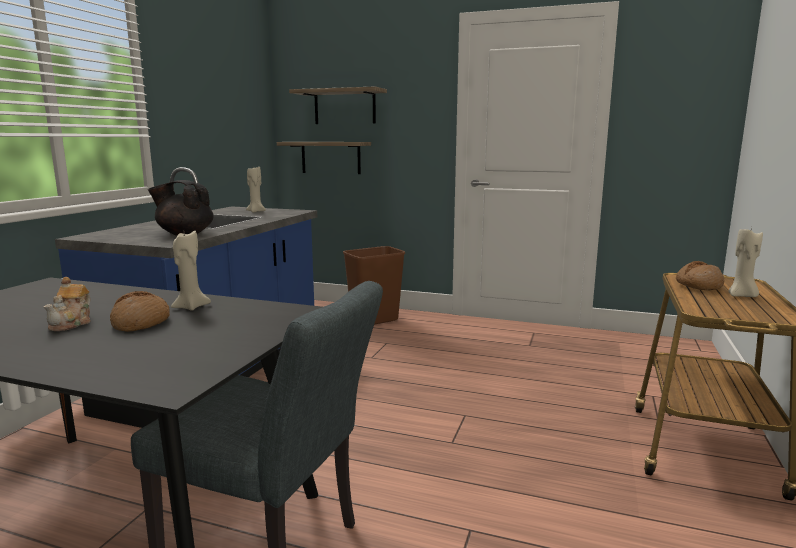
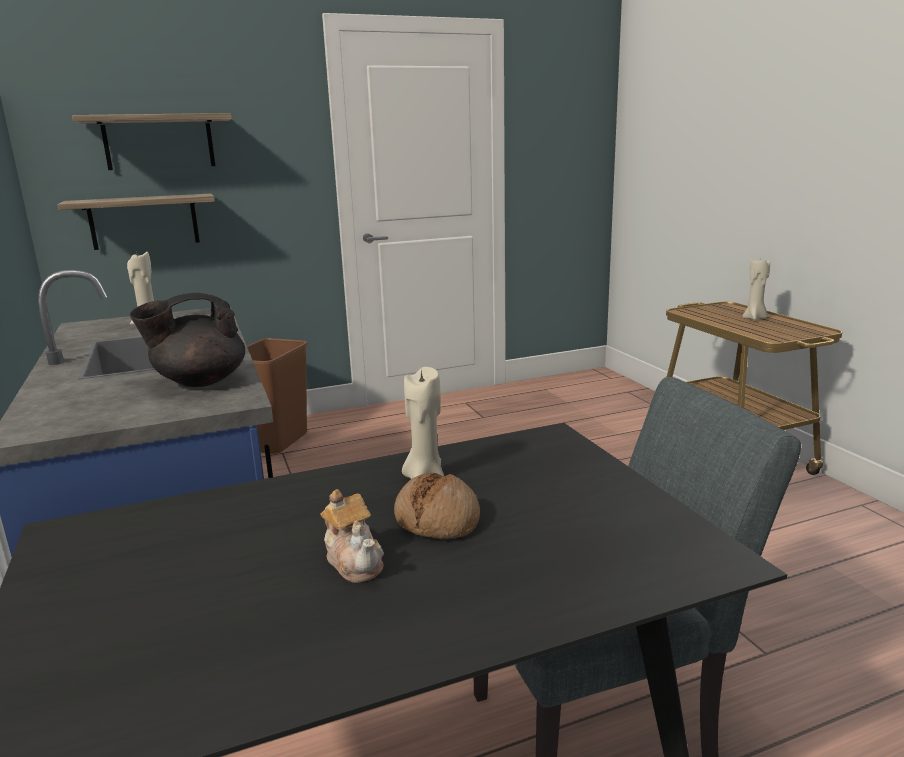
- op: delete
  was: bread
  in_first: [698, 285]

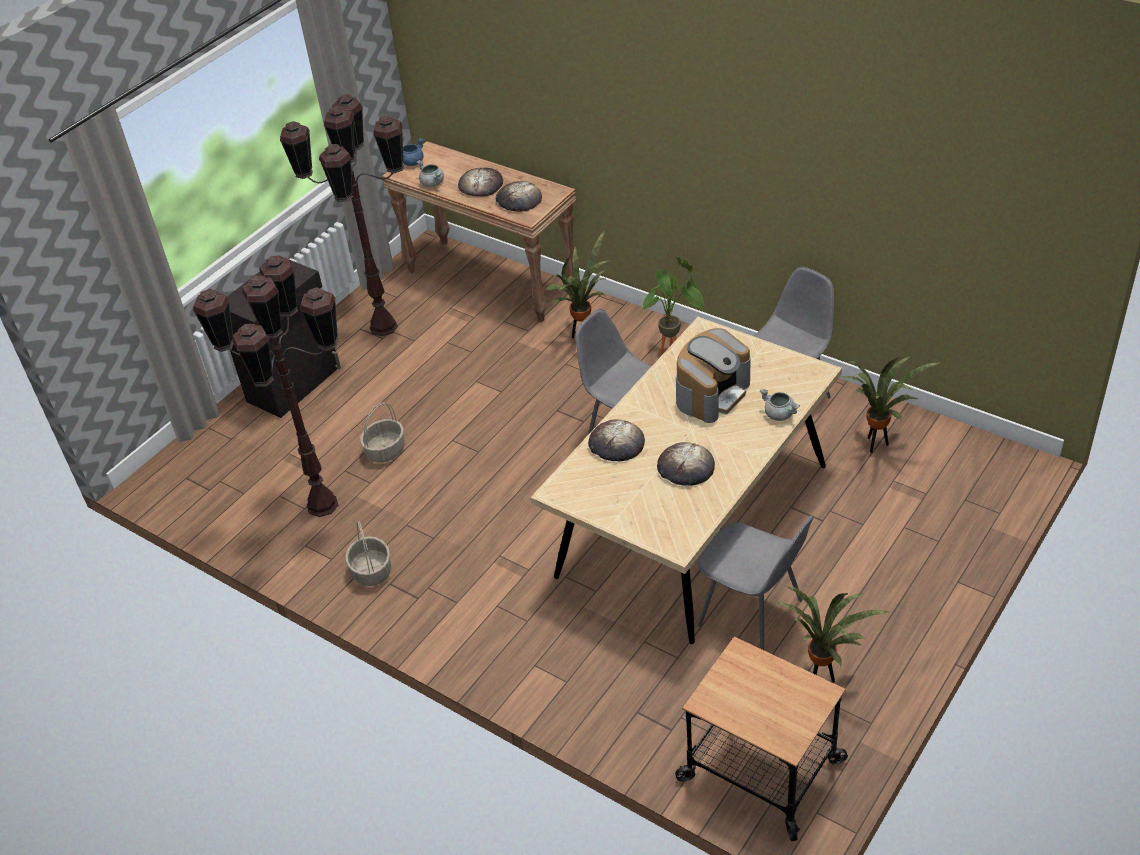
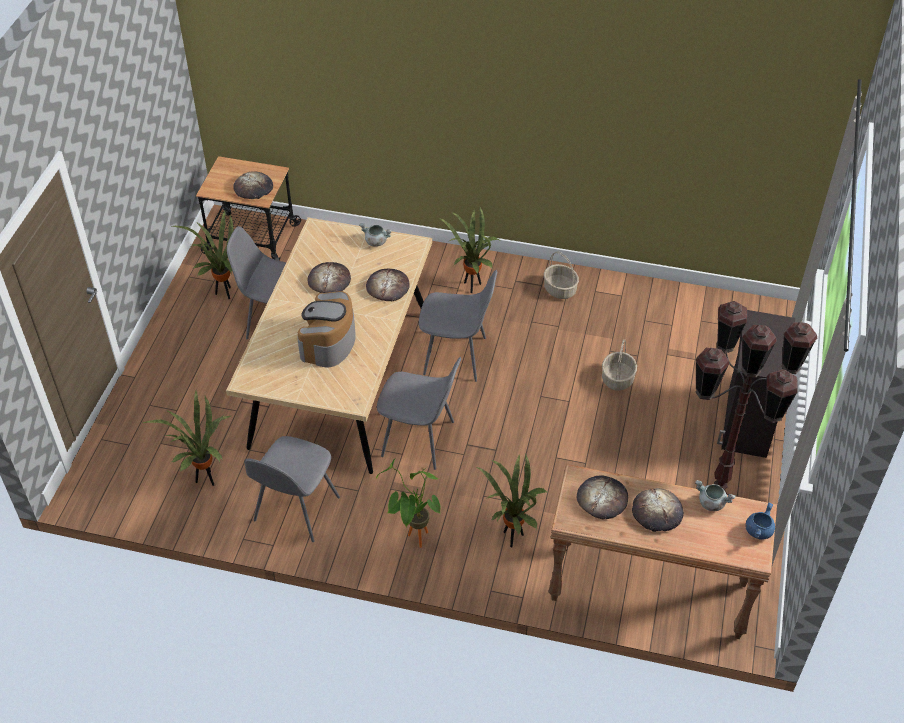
- op: delete
  was: brown-coloured floor lamp
  in_first: [322, 504]
- op: move
  was: gray stockpot
  in_first: [779, 414]
  in_second: [376, 242]
- op: insert
  now: bread
  in_second: [253, 188]
- op: insert
  now: potted plant
  in_second: [471, 287]
- op: insert
  now: gray plain chair
  in_second: [457, 356]

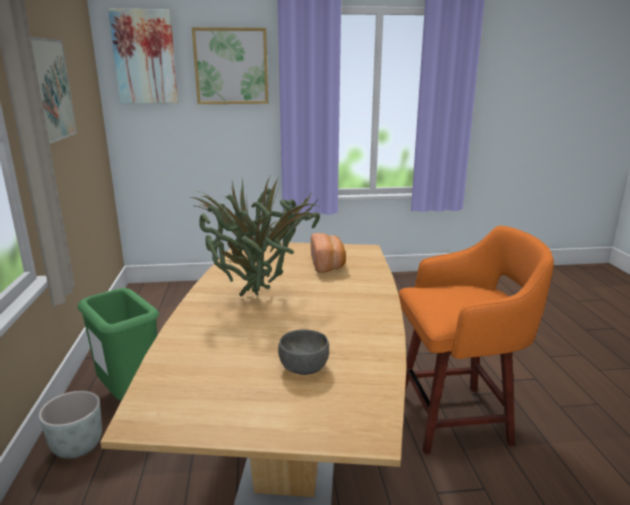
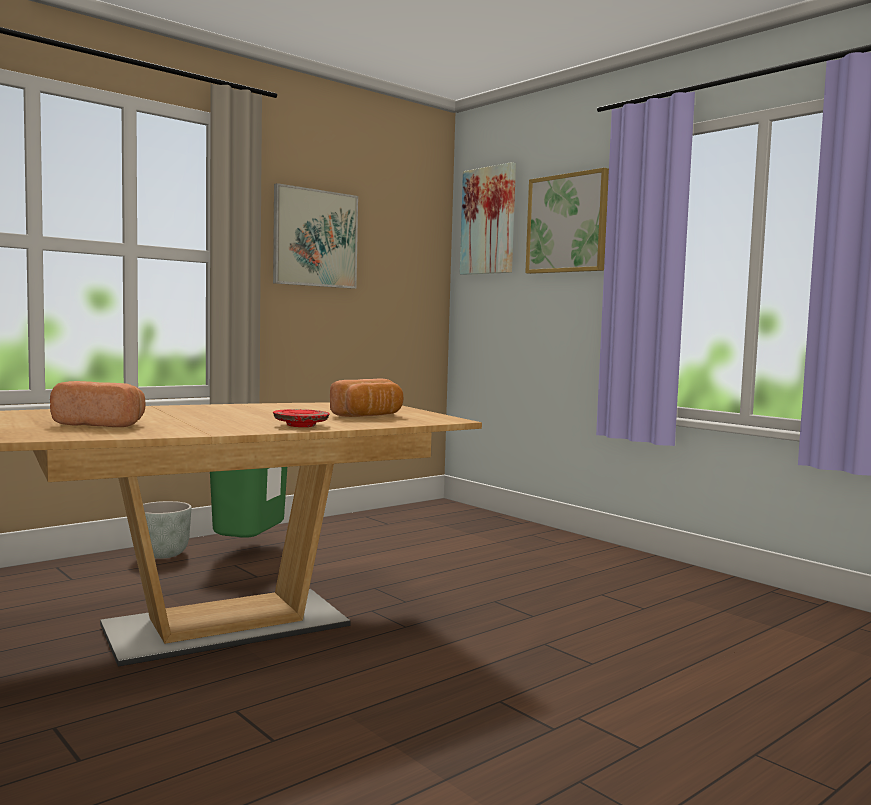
- op: delete
  was: potted plant
  in_first: [259, 298]
- op: delete
  was: orange-coloured stool seat
  in_first: [456, 418]
- op: replace
  was: gray deep dish
  now: bread
  in_first: [304, 367]
  in_second: [102, 424]
- op: insert
  now: red dinner plate
  in_second: [301, 425]

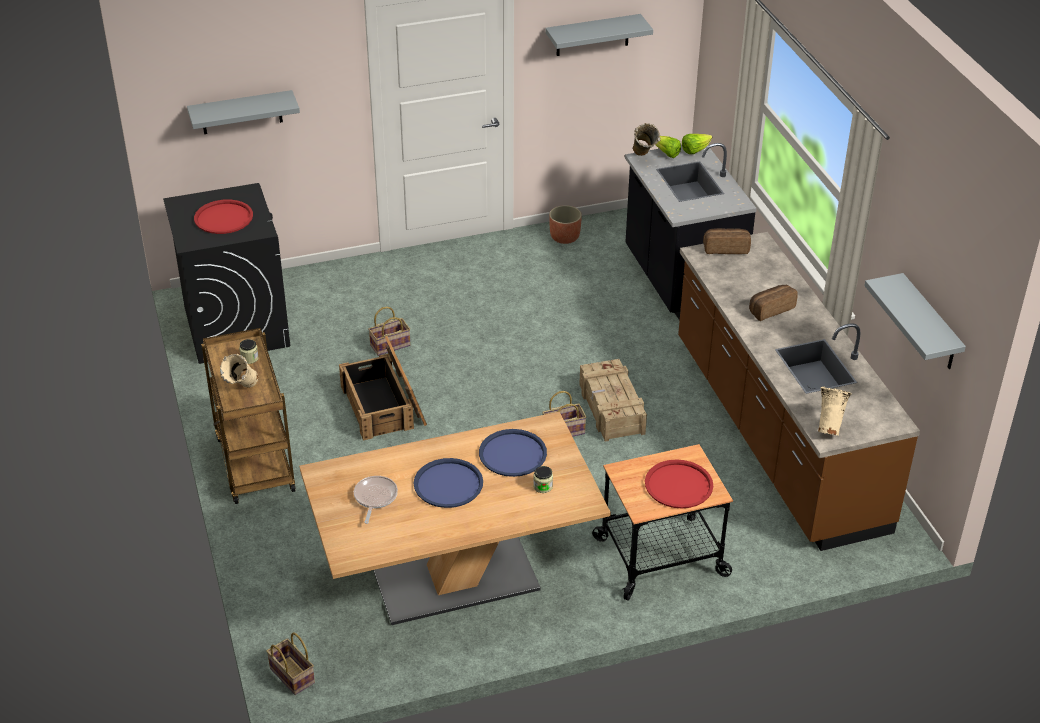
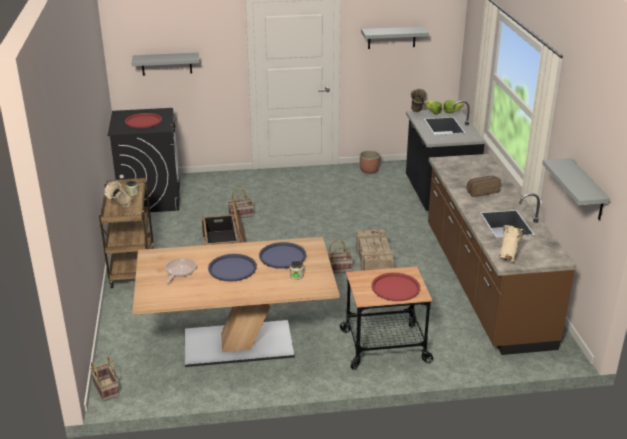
- op: delete
  was: bread
  in_first: [726, 248]

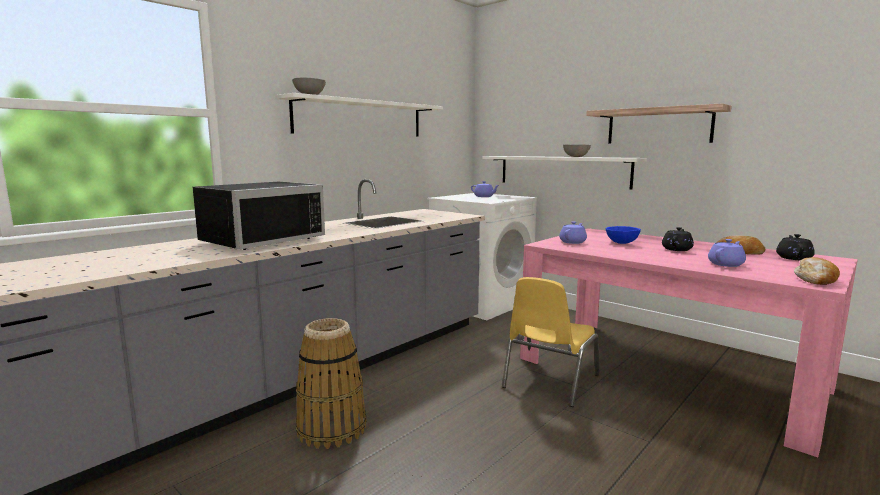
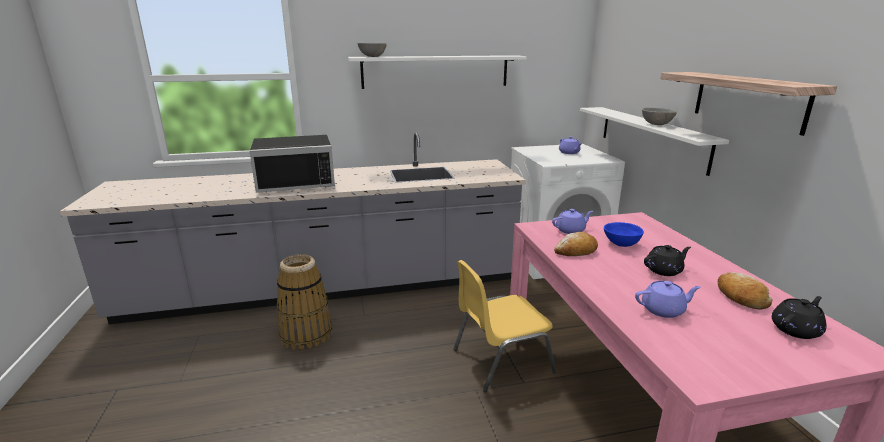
- op: move
  was: bread
  in_first: [815, 279]
  in_second: [576, 251]

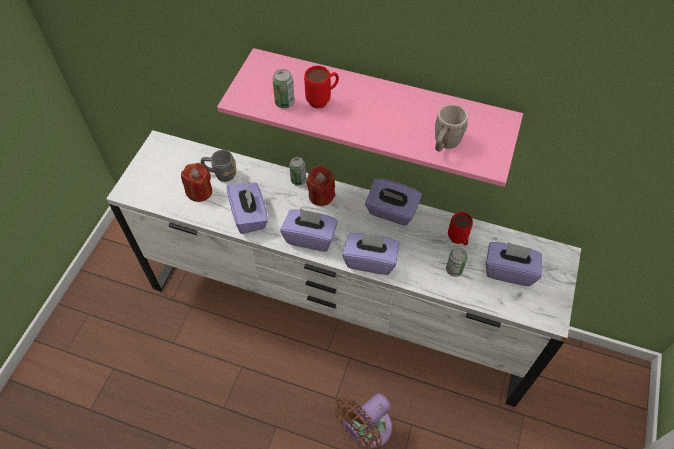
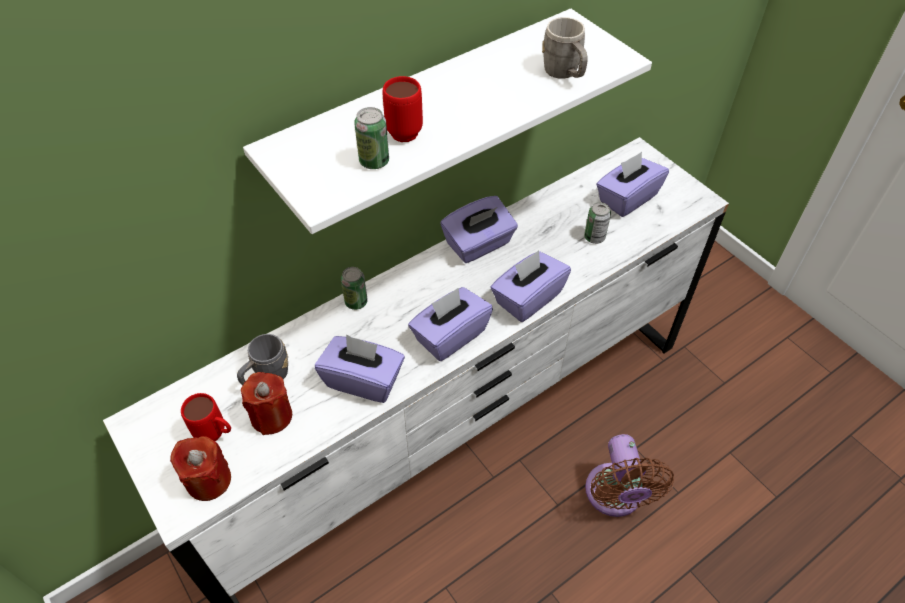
- op: recolor
  was: pink-coloured bracket shelf
  now: white bracket shelf
  in_first: [380, 105]
  in_second: [423, 112]
- op: move
  was: red wax light
  in_first: [321, 195]
  in_second: [208, 480]
- op: move
  was: red mug
  in_first: [458, 241]
  in_second: [216, 435]

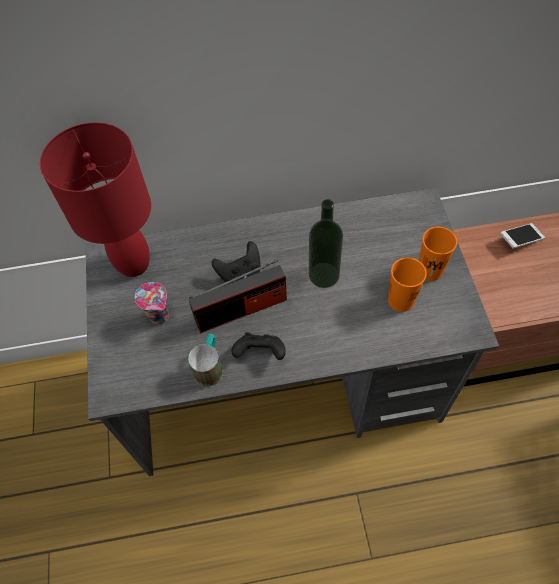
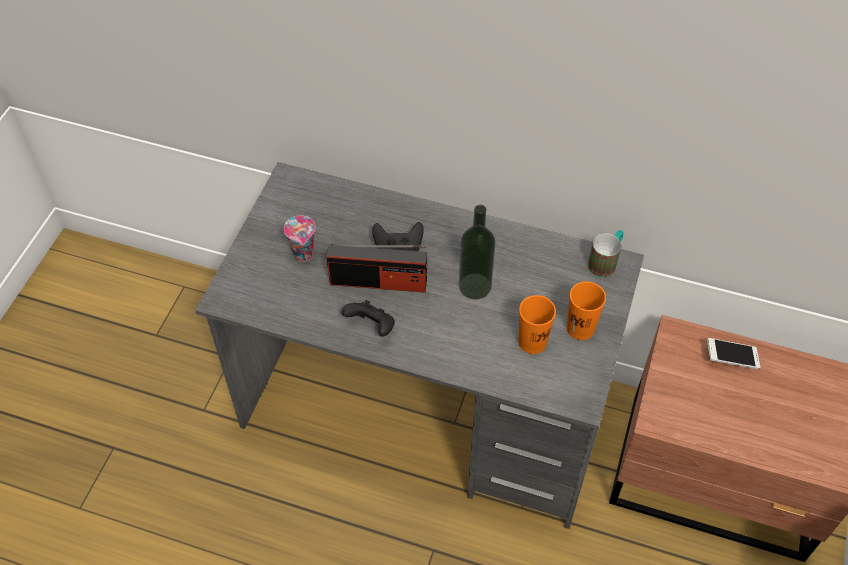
- op: delete
  was: red lamp for a table
  in_first: [132, 264]
- op: move
  was: mug
  in_first: [210, 366]
  in_second: [605, 262]

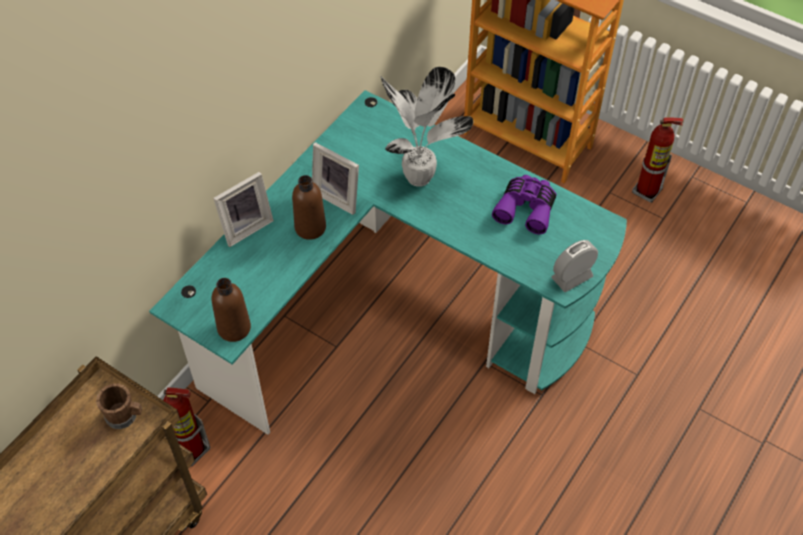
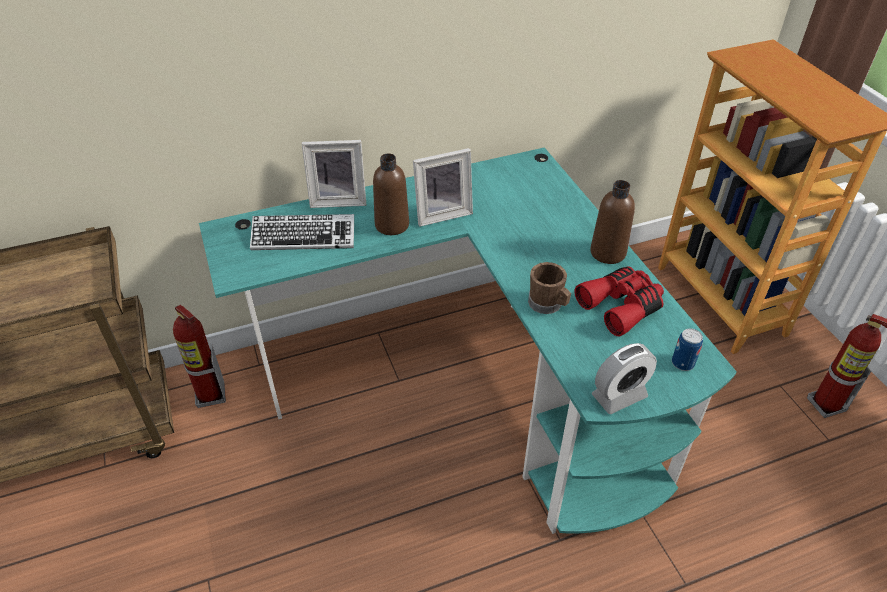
- op: delete
  was: potted plant
  in_first: [420, 180]
- op: rotate
  was: picture frame
  in_first: [339, 196]
  in_second: [442, 213]
  clockwise: -90
- op: recolor
  was: purplish binoculars
  now: red binoculars
  in_first: [526, 208]
  in_second: [621, 306]
- op: rotate
  was: alarm clock
  in_first: [572, 277]
  in_second: [619, 396]
  clockwise: 150
- op: move
  was: brown-coloured bottle
  in_first: [234, 328]
  in_second: [608, 253]
- op: move
  was: brown-coloured mug
  in_first: [125, 416]
  in_second: [548, 305]
- op: insert
  now: PC keyboard
  in_second: [303, 237]
- op: insert
  now: can
  in_second: [682, 363]

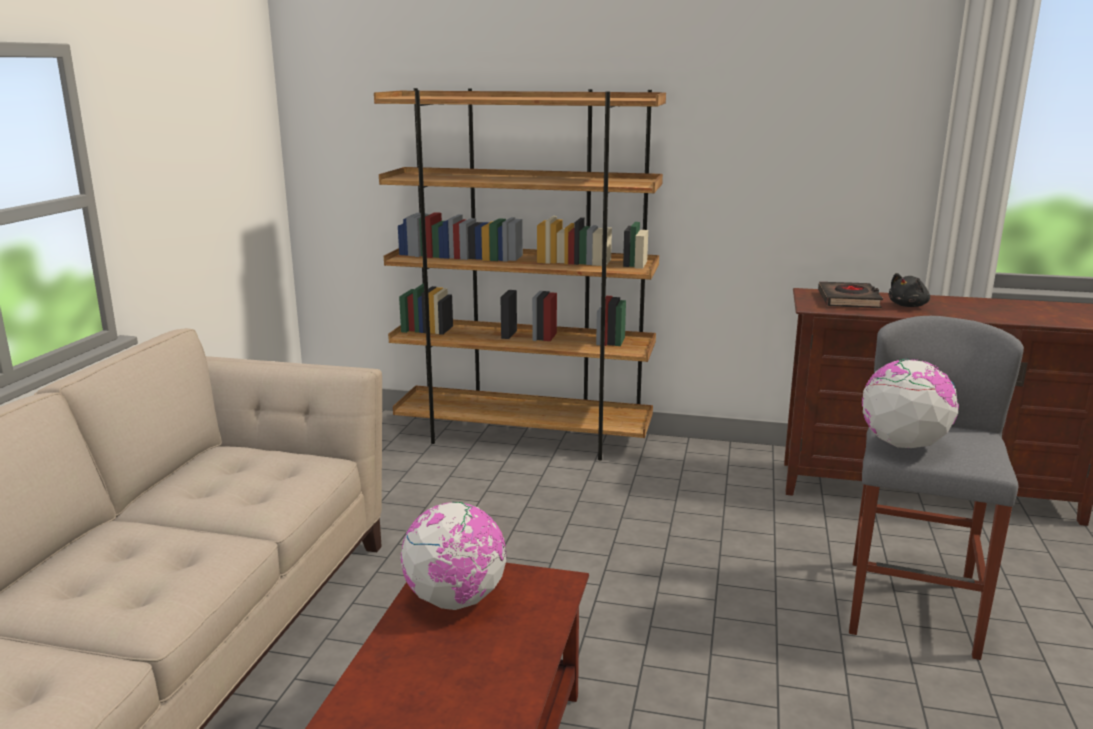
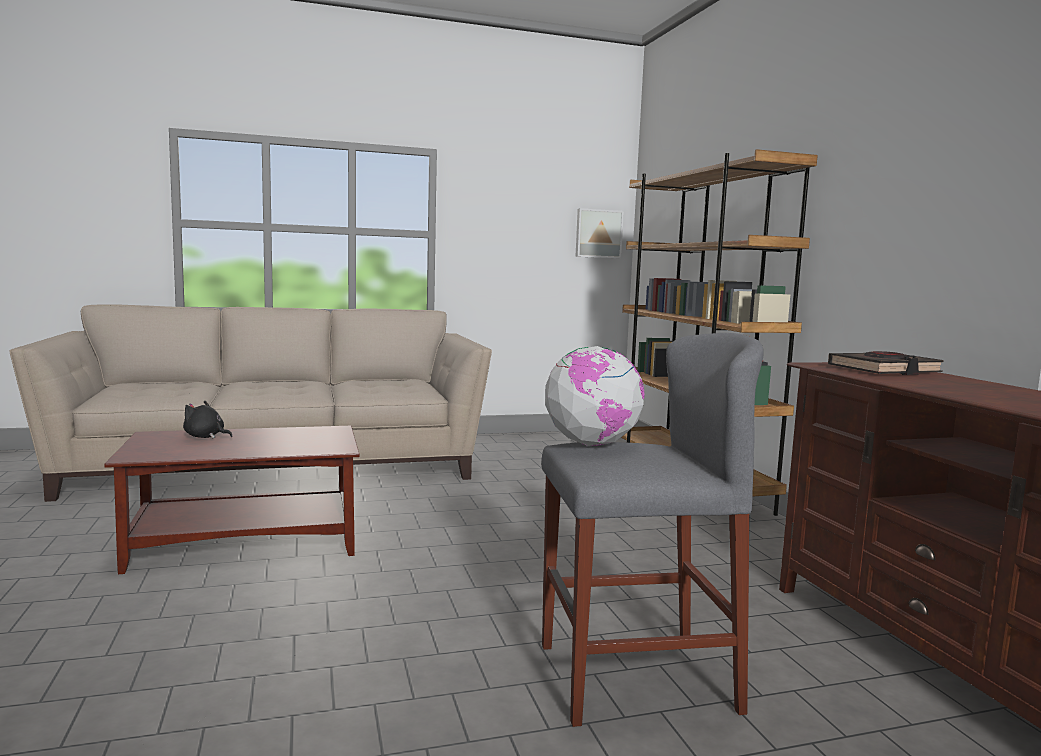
- op: move
  was: black-coloured plush toy
  in_first: [908, 306]
  in_second: [206, 437]
- op: delete
  was: world globe
  in_first: [456, 600]
- op: insert
  now: picture
  in_second: [598, 233]

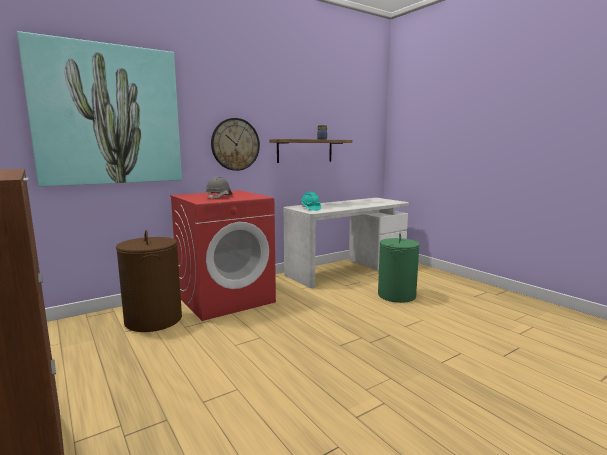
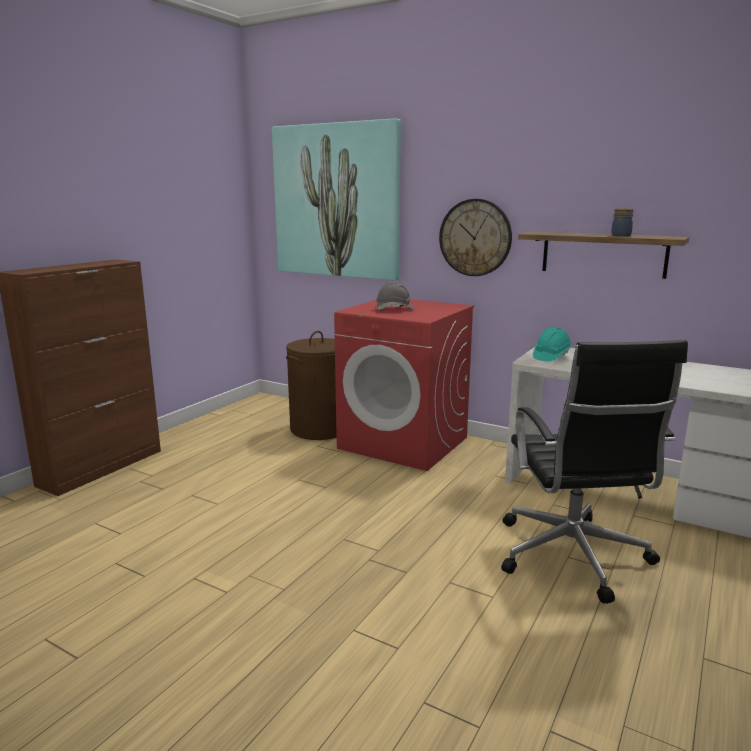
- op: replace
  was: green laundry basket
  now: black-coloured computer chair
  in_first: [396, 295]
  in_second: [572, 557]

